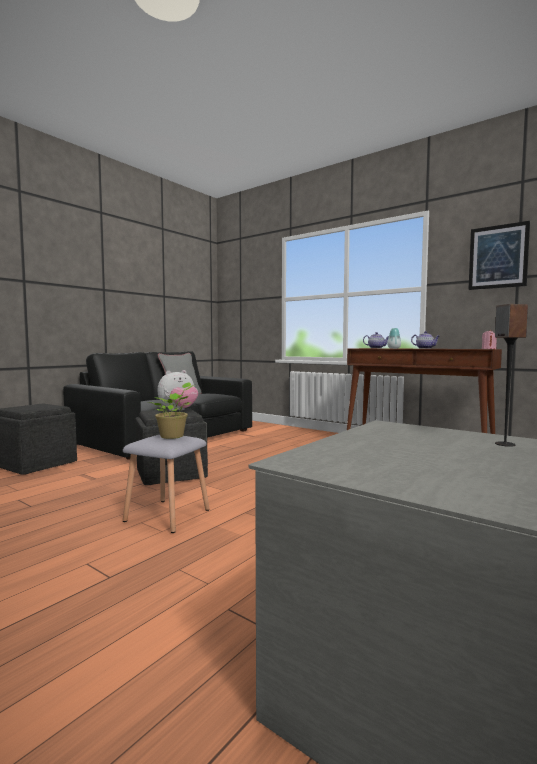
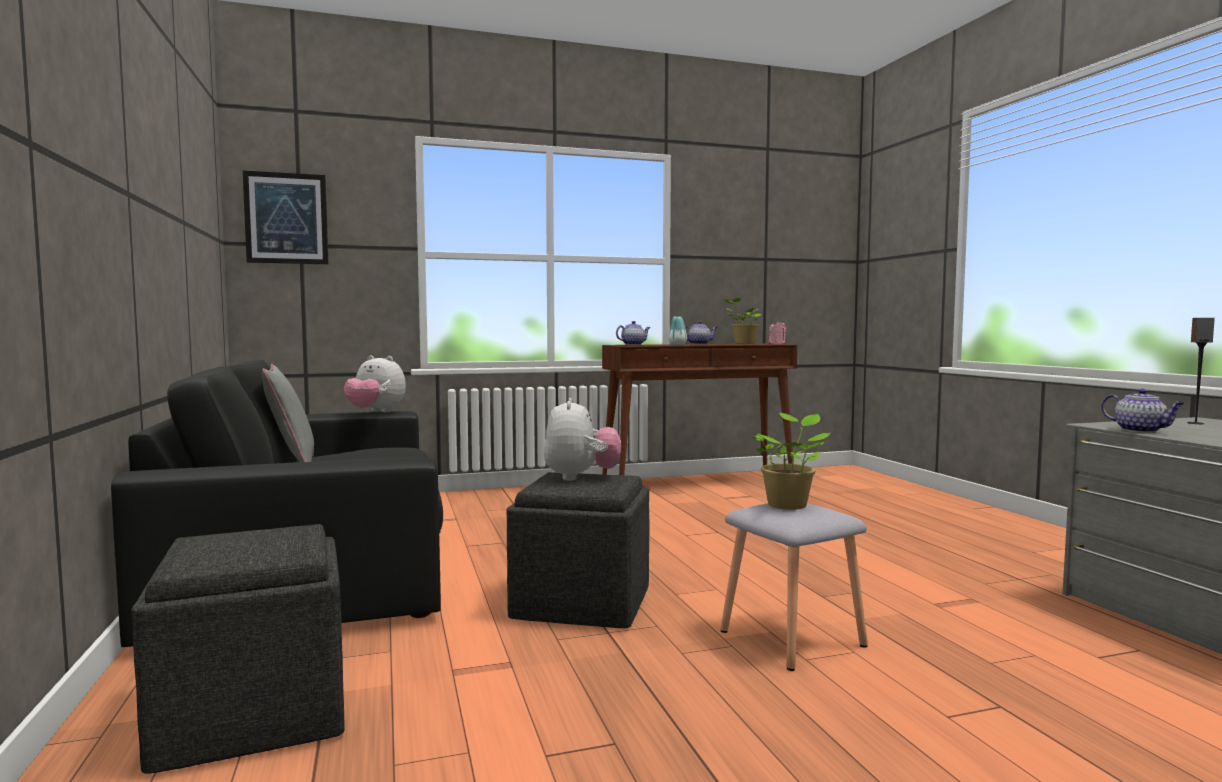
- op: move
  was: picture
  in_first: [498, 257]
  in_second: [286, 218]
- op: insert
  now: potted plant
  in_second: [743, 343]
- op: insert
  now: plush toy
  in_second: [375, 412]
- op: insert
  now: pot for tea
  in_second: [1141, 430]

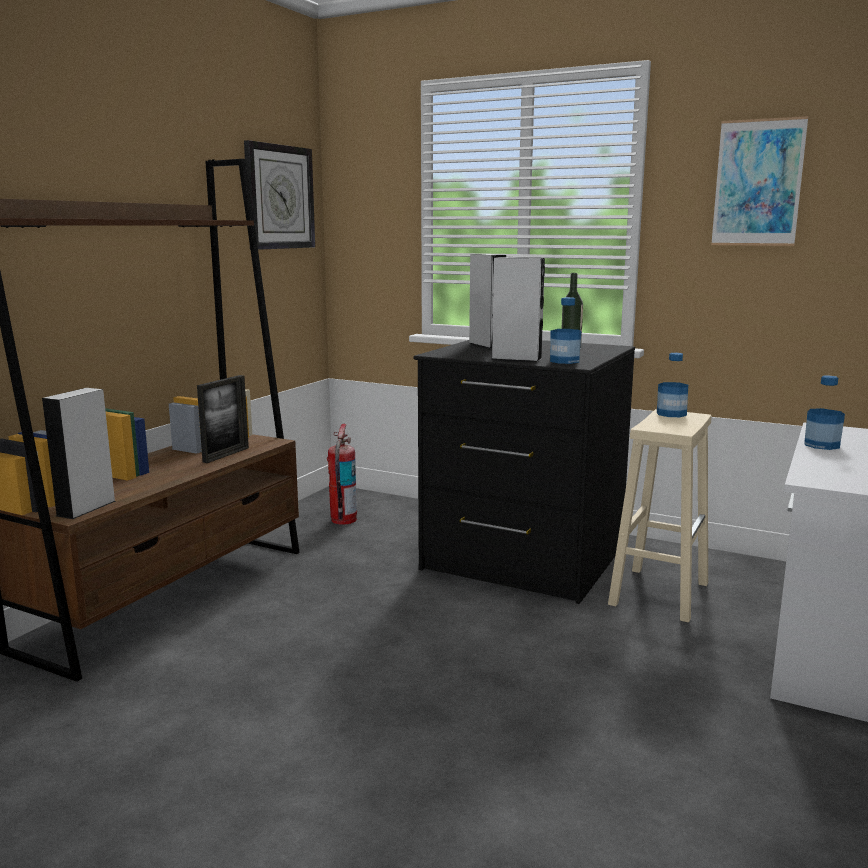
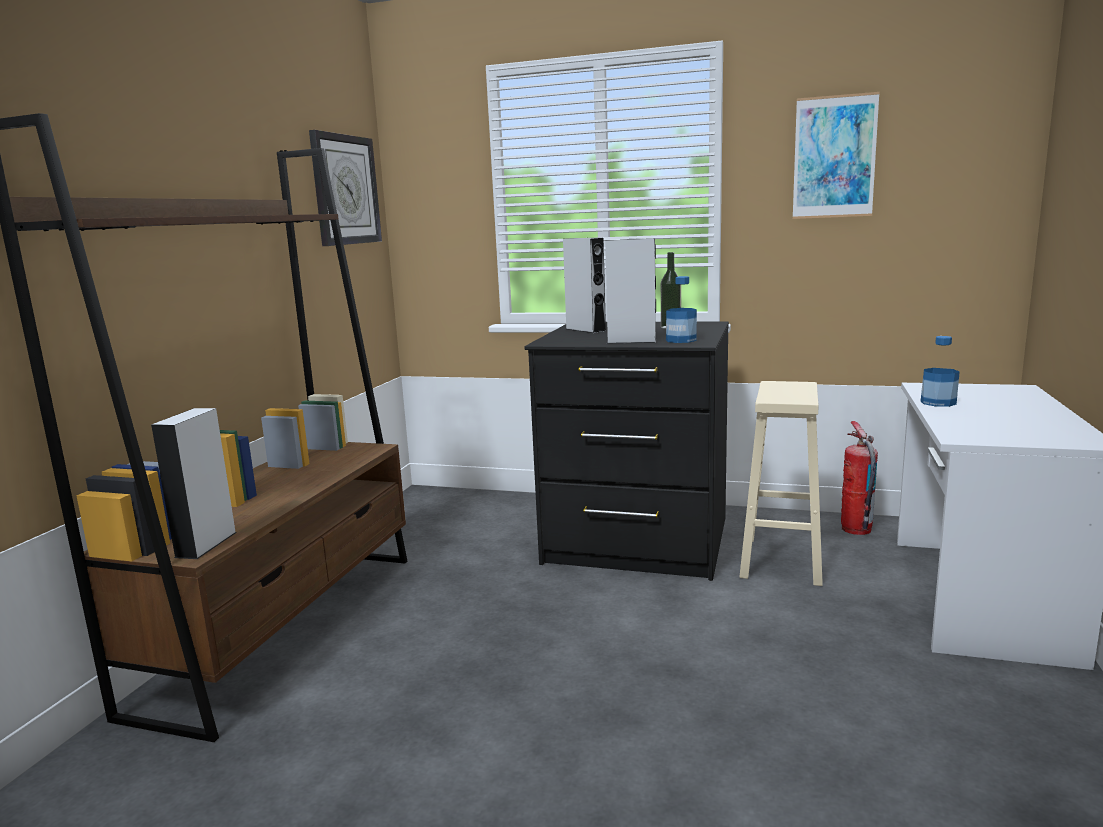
- op: delete
  was: bottle
  in_first: [671, 414]
- op: delete
  was: picture frame
  in_first: [226, 455]
- op: move
  was: extinguisher
  in_first: [343, 520]
  in_second: [856, 529]

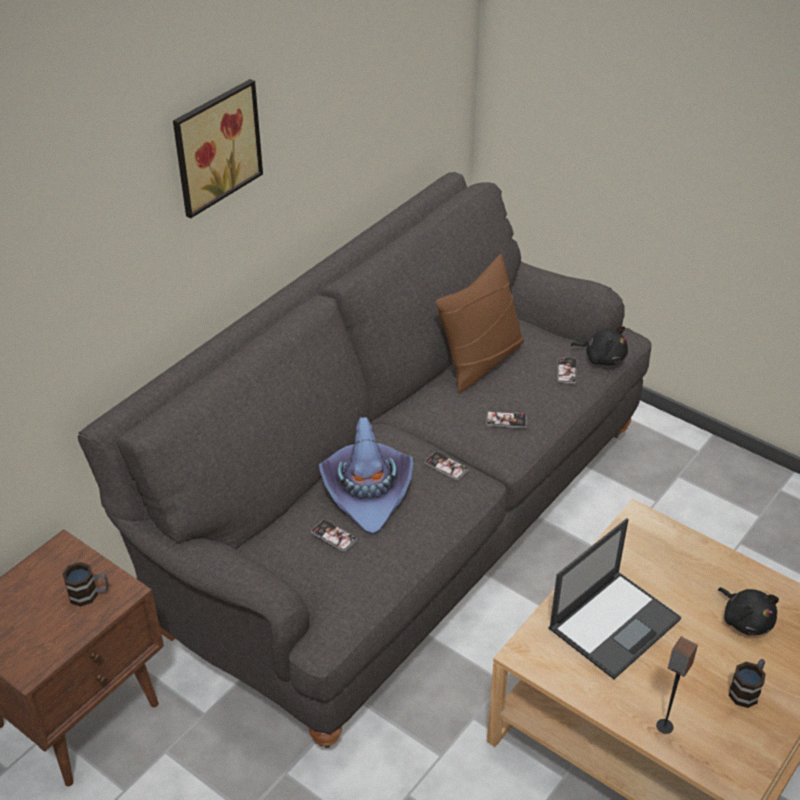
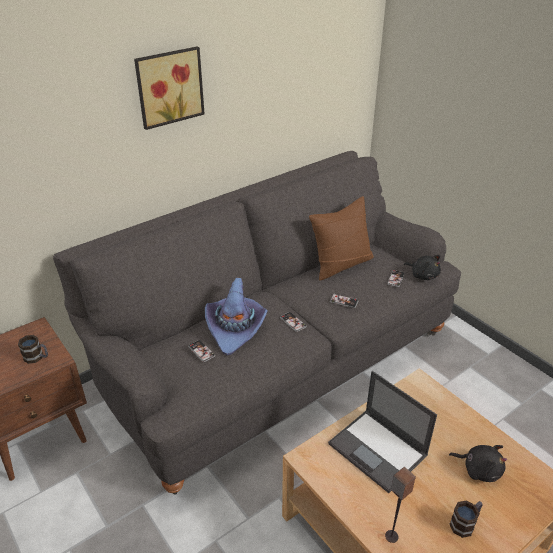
- op: rotate
  was: portable computer
  in_first: [615, 623]
  in_second: [378, 450]
  clockwise: 75
- op: rotate
  was: black-coloured plush toy
  in_first: [745, 620]
  in_second: [479, 469]
  clockwise: -45

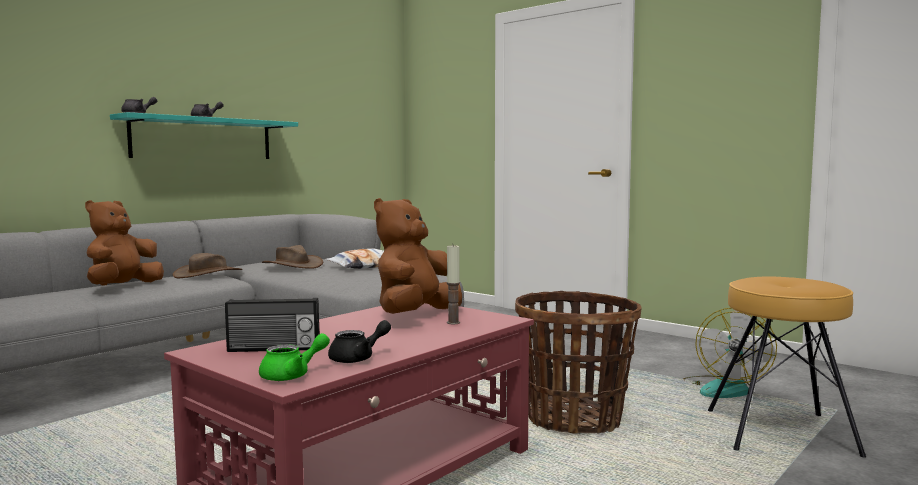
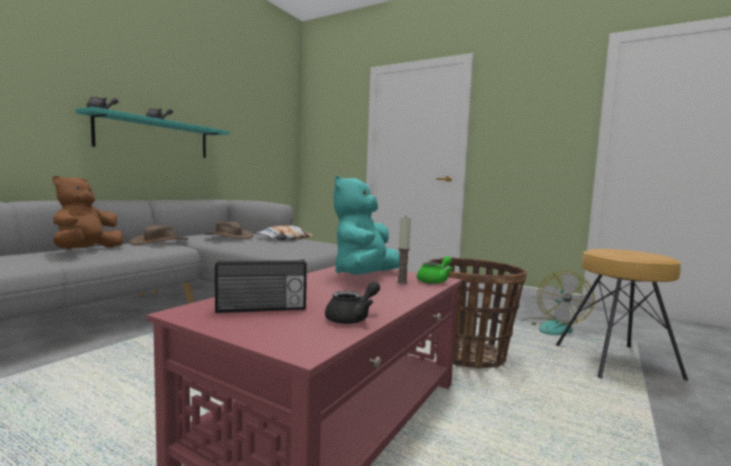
- op: recolor
  was: brown-coloured plush toy
  now: turquoise plush toy
  in_first: [415, 315]
  in_second: [364, 276]
- op: move
  was: green pot for tea
  in_first: [292, 375]
  in_second: [435, 281]

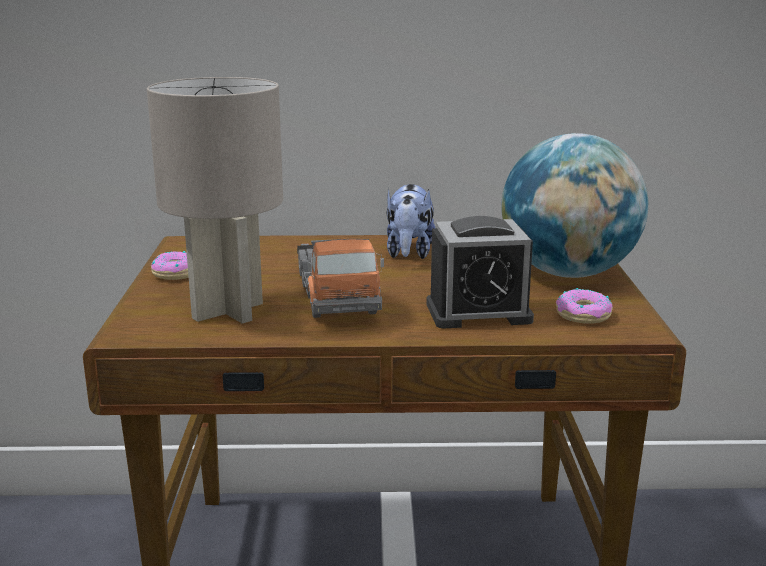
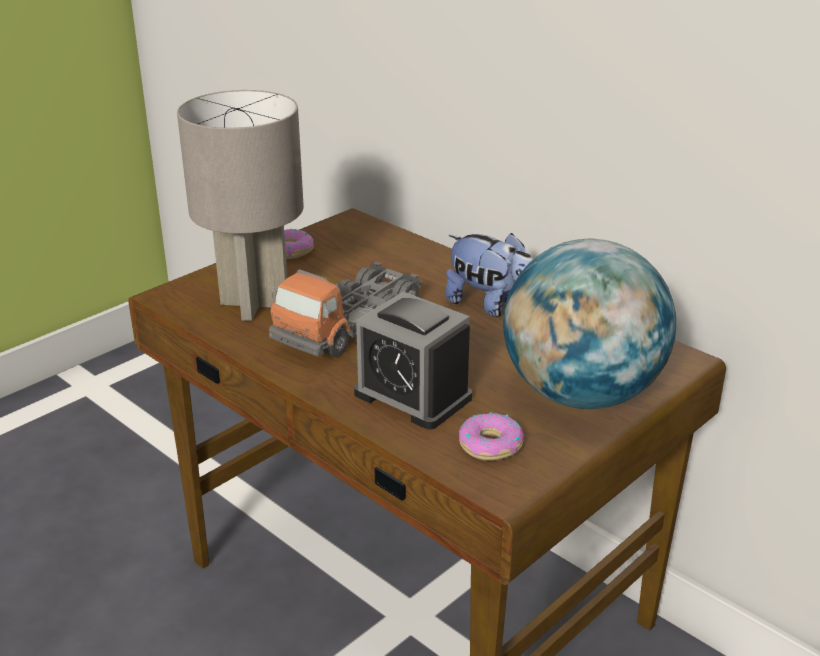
- op: rotate
  was: plush toy
  in_first: [409, 253]
  in_second: [490, 305]
  clockwise: -105

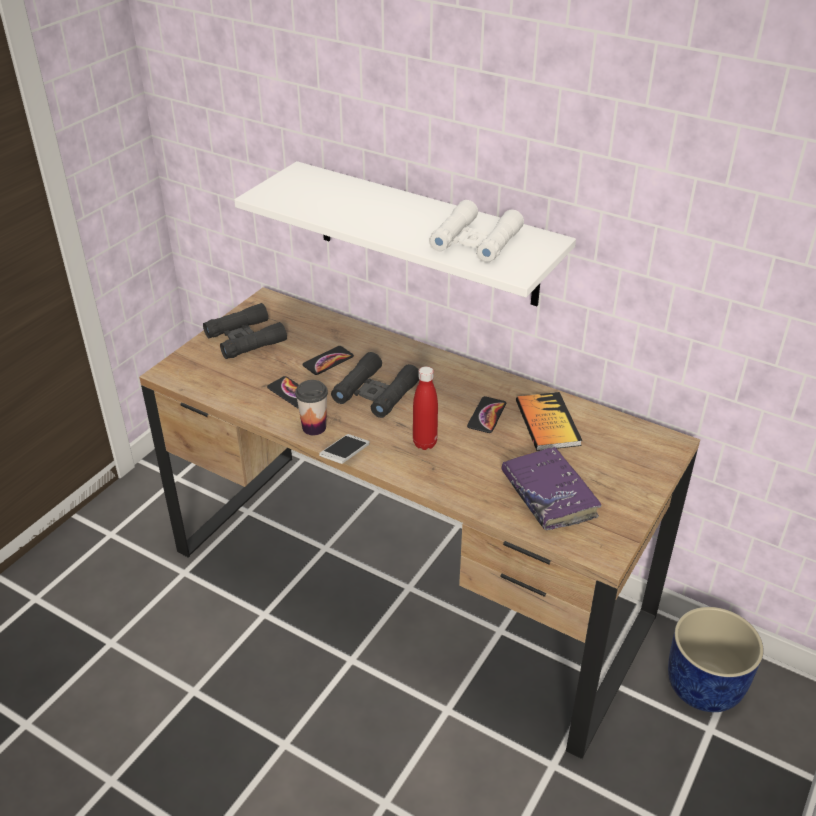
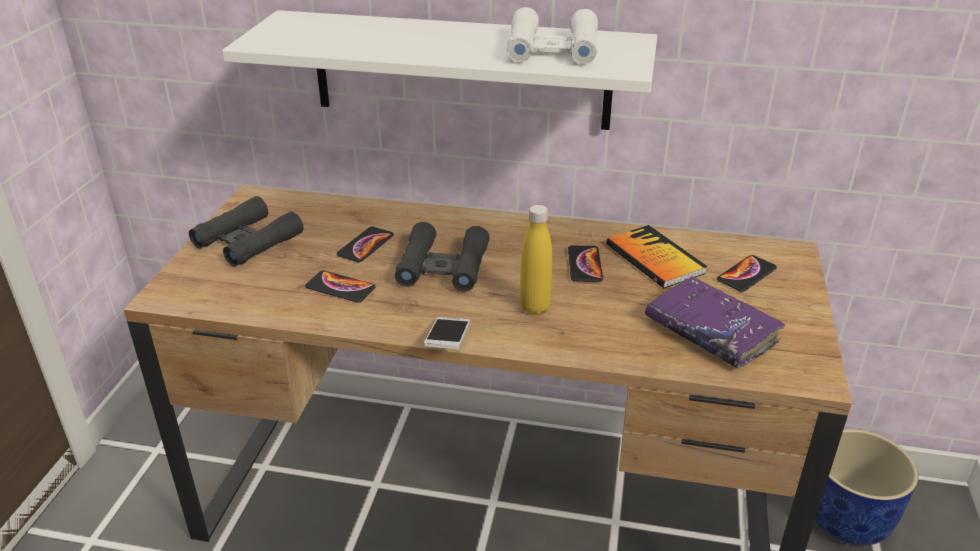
- op: recolor
  was: red bottle
  now: yellow-coloured bottle
  in_first: [424, 443]
  in_second: [535, 308]
- op: delete
  was: cup
  in_first: [314, 427]
- op: insert
  now: phone
  in_second: [746, 274]

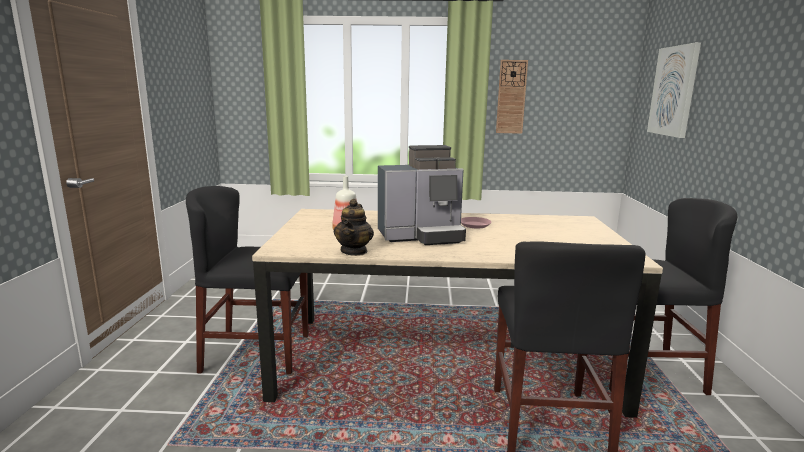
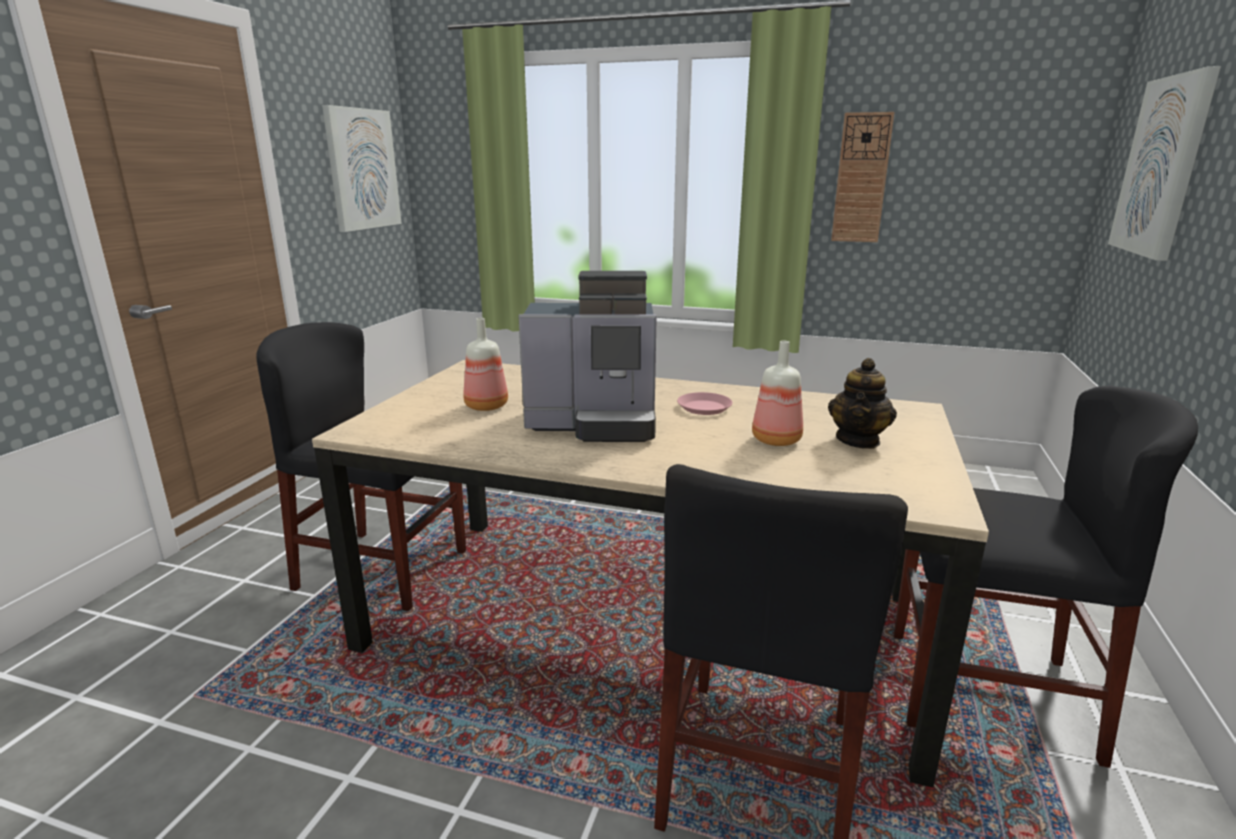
- op: move
  was: pot for tea
  in_first: [354, 251]
  in_second: [858, 440]
- op: insert
  now: picture
  in_second: [362, 169]
- op: insert
  now: bottle
  in_second: [776, 439]

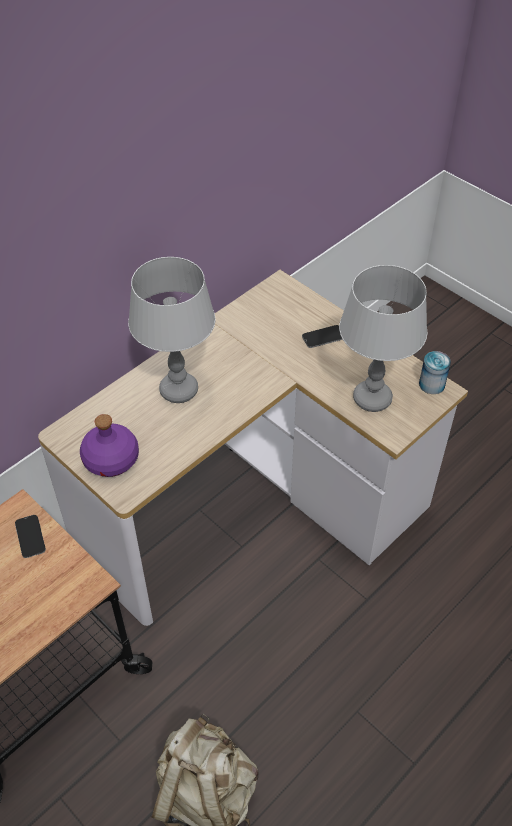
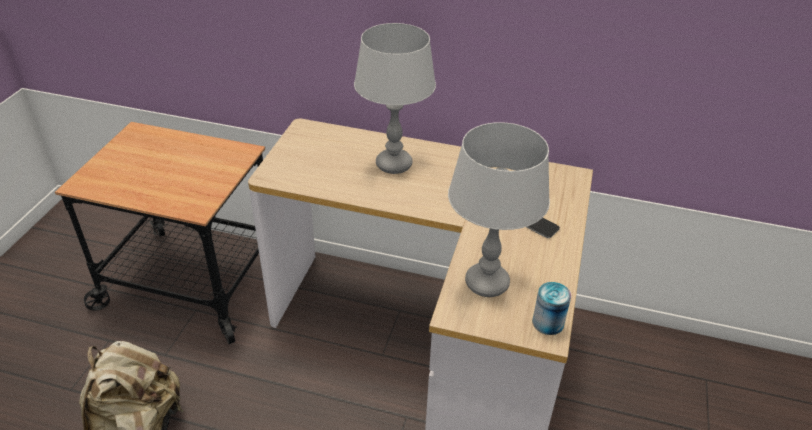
- op: delete
  was: purplish bottle
  in_first: [111, 459]
- op: delete
  was: phone
  in_first: [30, 537]

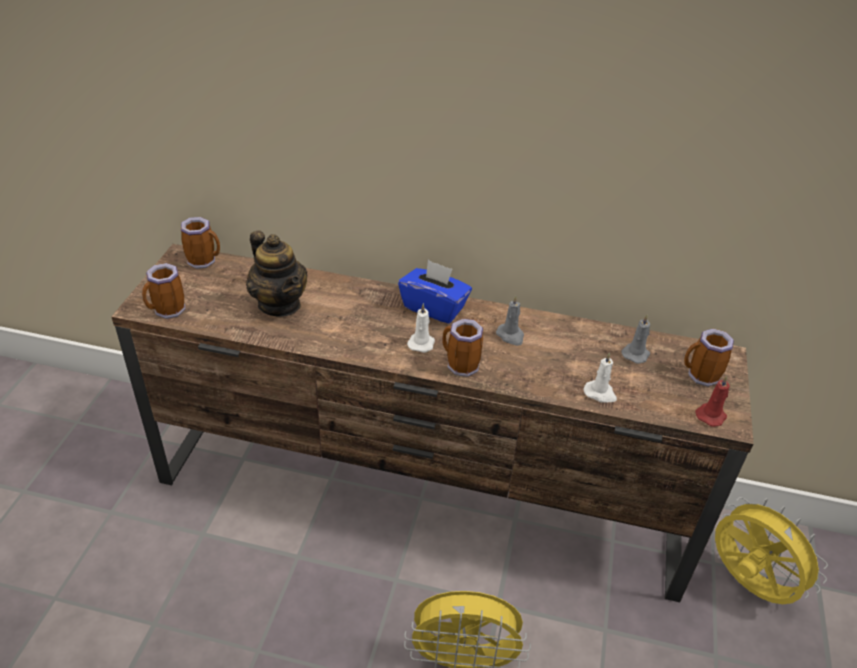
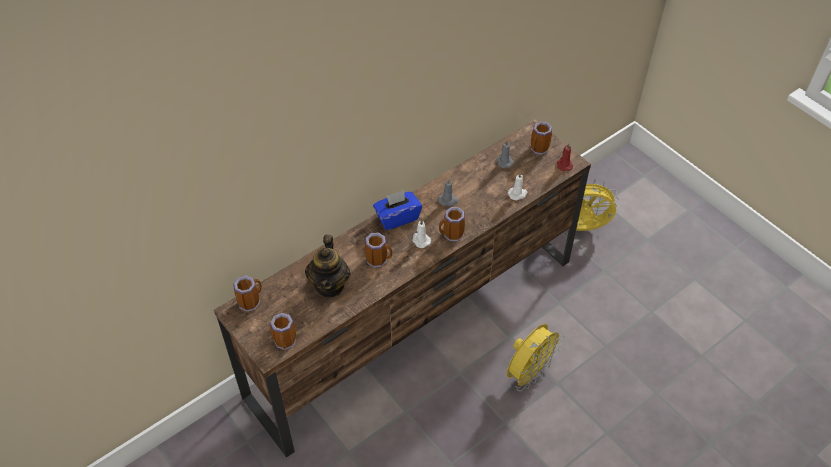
- op: rotate
  was: pot for tea
  in_first: [280, 304]
  in_second: [329, 285]
  clockwise: 90
- op: insert
  now: mug
  in_second: [379, 259]

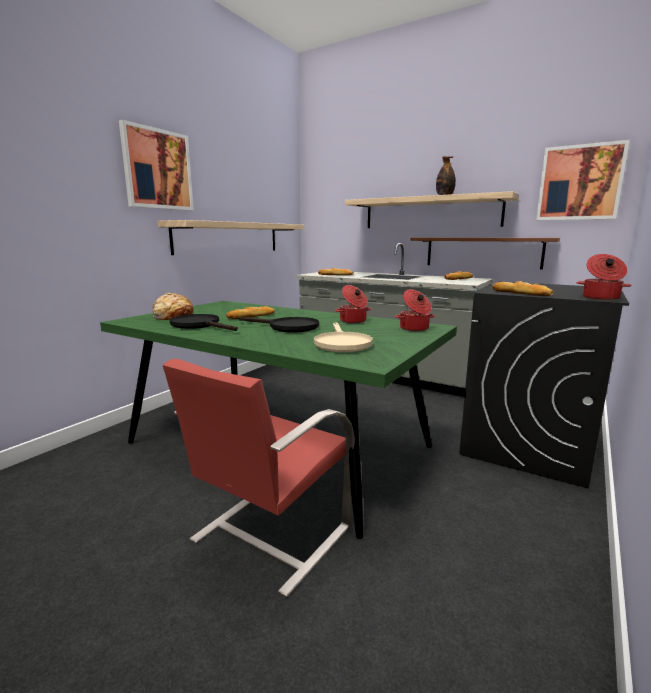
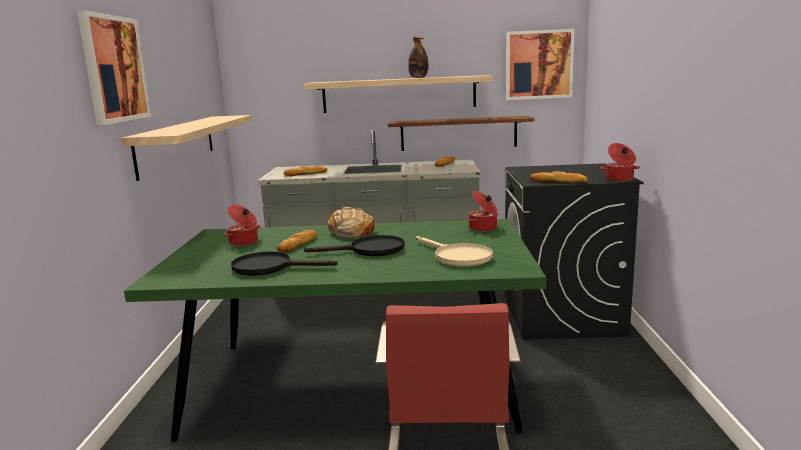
- op: move
  was: stockpot
  in_first: [353, 321]
  in_second: [244, 242]
- op: move
  was: bread
  in_first: [173, 316]
  in_second: [350, 232]

